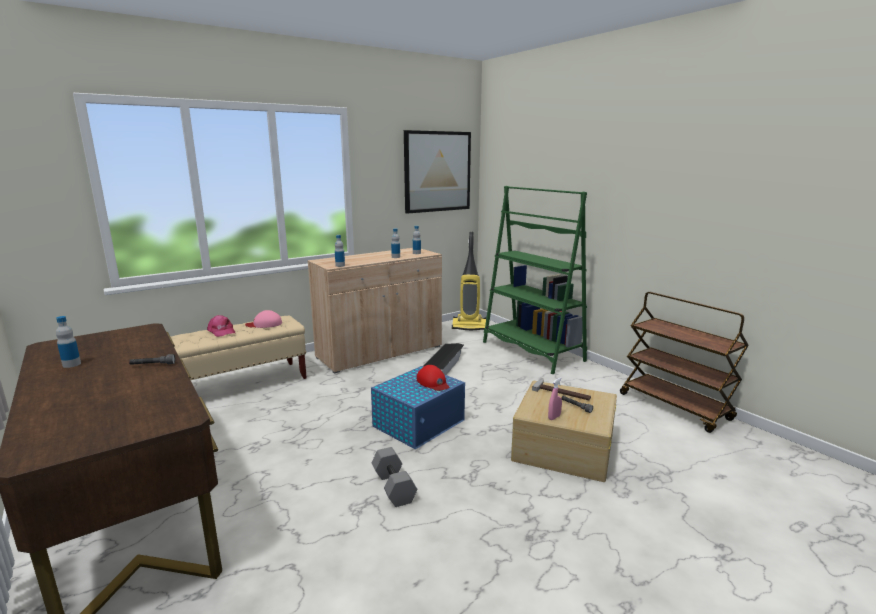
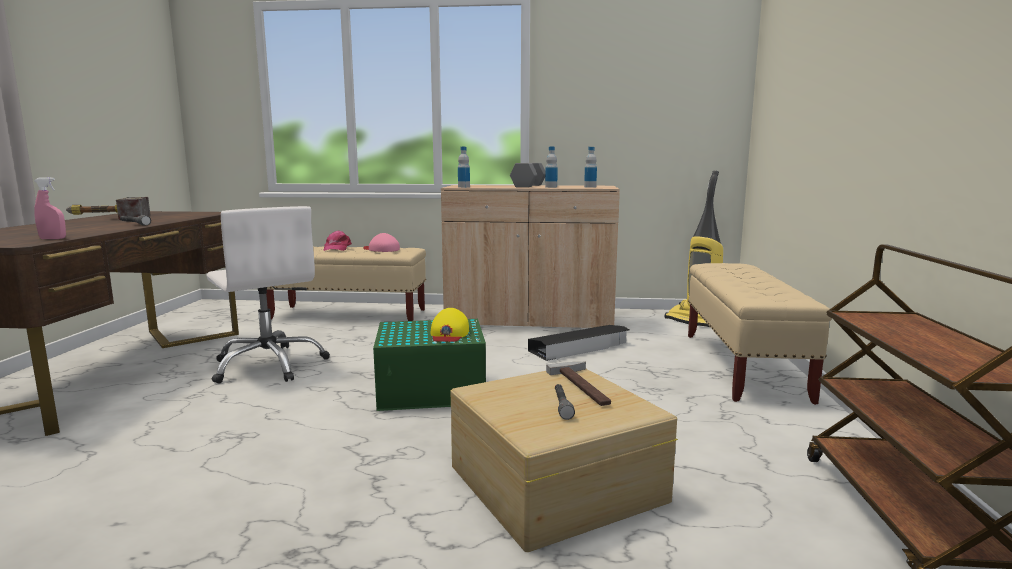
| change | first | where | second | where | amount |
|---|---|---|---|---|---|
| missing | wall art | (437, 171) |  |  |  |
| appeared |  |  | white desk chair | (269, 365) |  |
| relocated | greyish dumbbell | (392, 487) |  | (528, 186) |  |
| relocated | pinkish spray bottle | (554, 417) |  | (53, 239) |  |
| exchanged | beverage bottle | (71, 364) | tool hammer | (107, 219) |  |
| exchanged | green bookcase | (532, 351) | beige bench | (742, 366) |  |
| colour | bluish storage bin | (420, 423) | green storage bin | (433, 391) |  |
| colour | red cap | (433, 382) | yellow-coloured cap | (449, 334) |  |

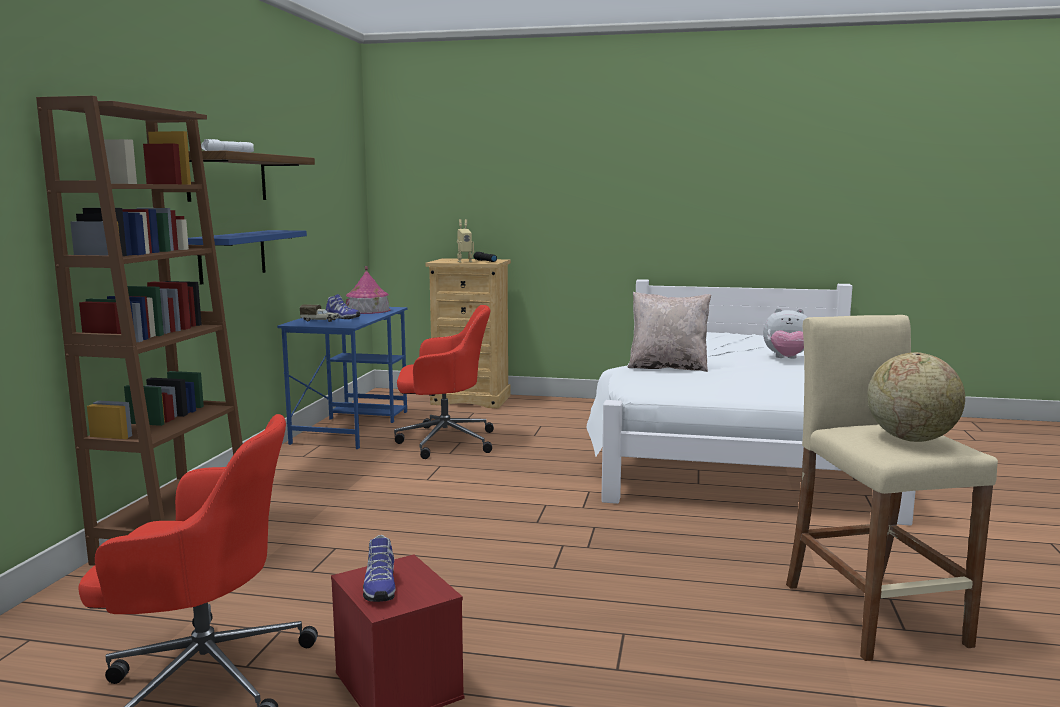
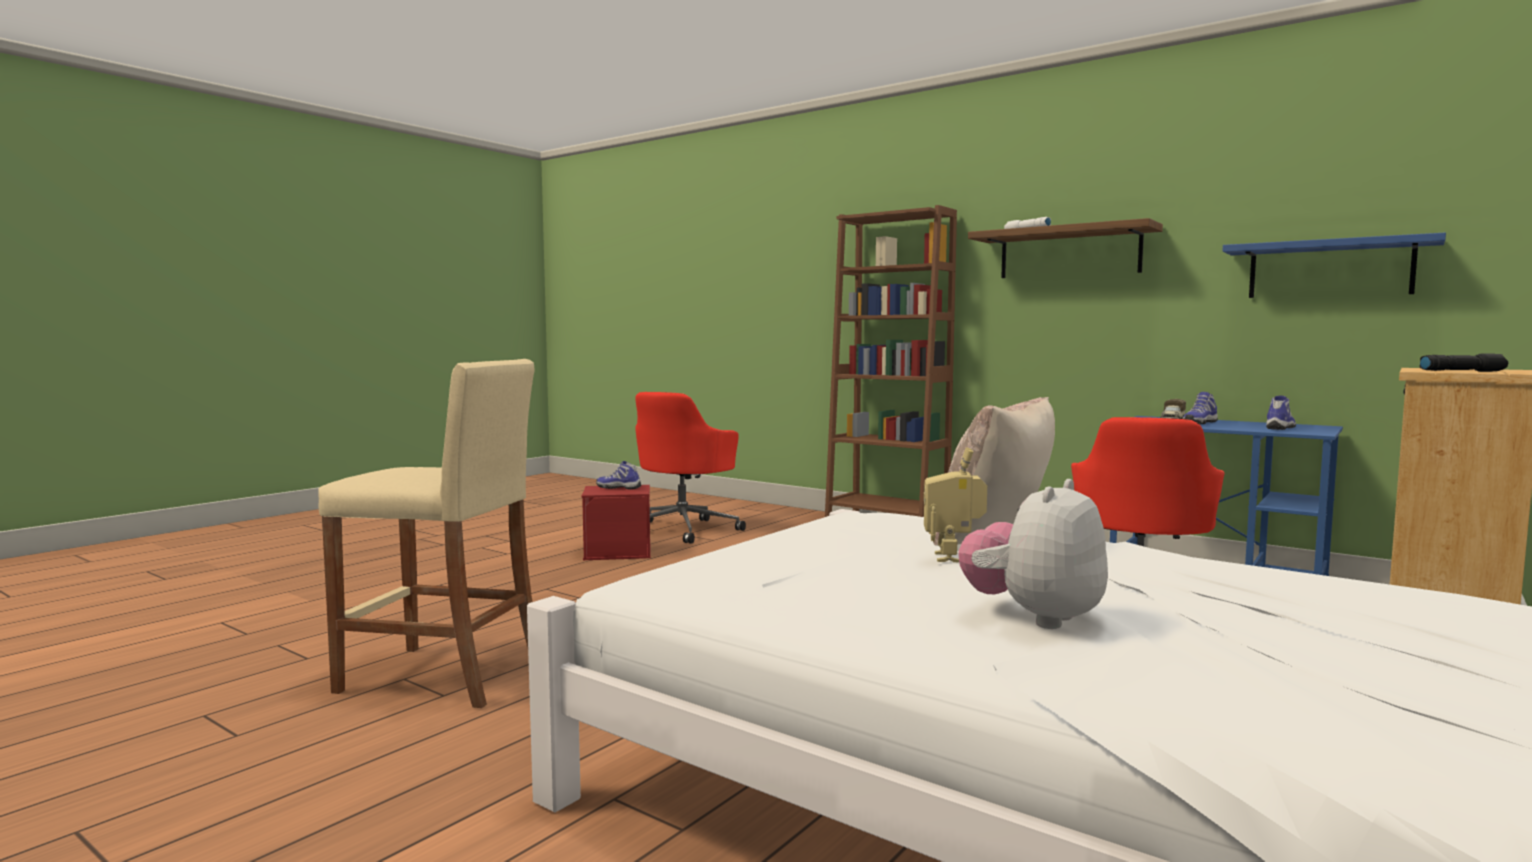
| change | first | where | second | where | amount |
|---|---|---|---|---|---|
| missing | world globe | (910, 439) |  |  |  |
| relocated | bluish shelf | (232, 256) |  | (1329, 269) |  |
| relocated | model robot | (464, 261) |  | (953, 557) |  |
| exchanged | toy house | (367, 310) | item of footwear | (1281, 428) |  |

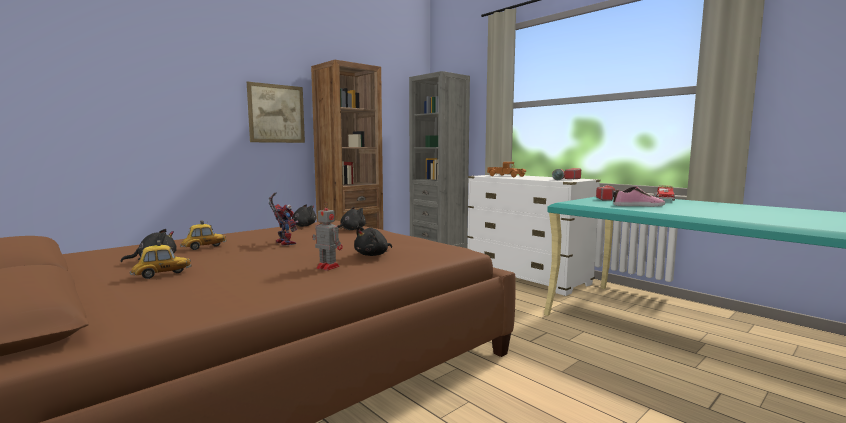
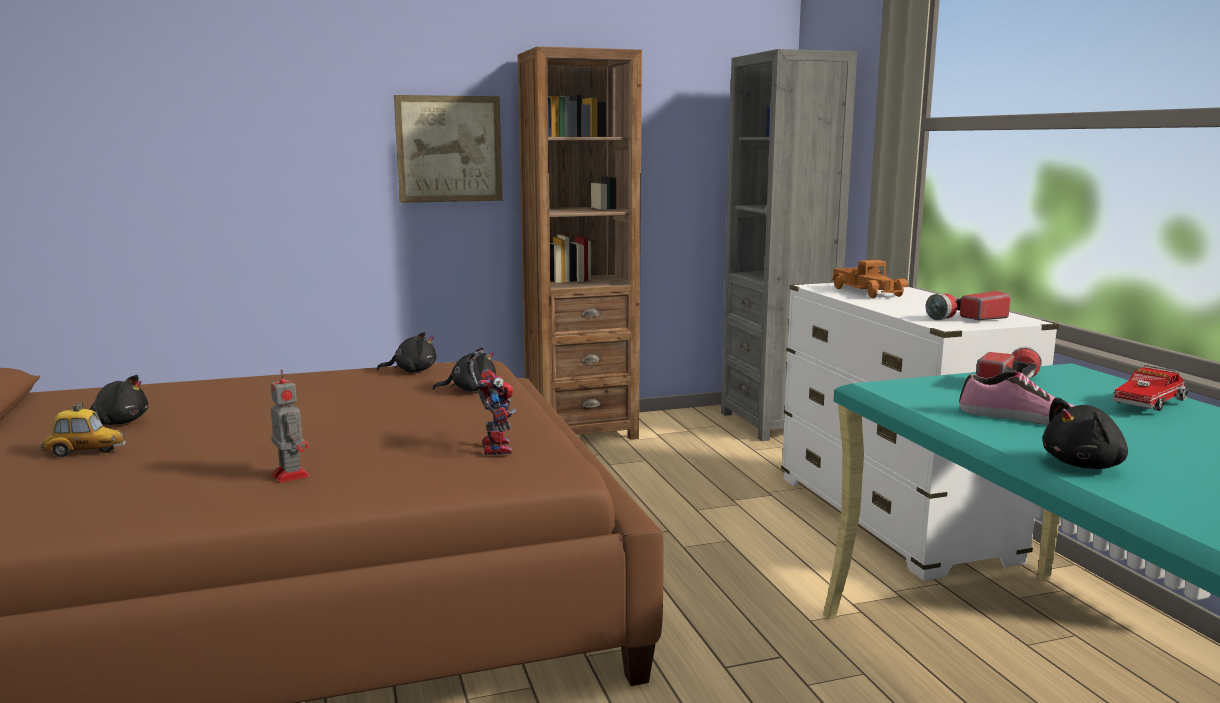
| change | first | where | second | where | amount |
|---|---|---|---|---|---|
| missing | miniature car | (204, 247) |  |  |  |
| relocated | model robot | (283, 243) |  | (492, 447) |  |
| relocated | black soft toy | (373, 255) |  | (1085, 465) |  |

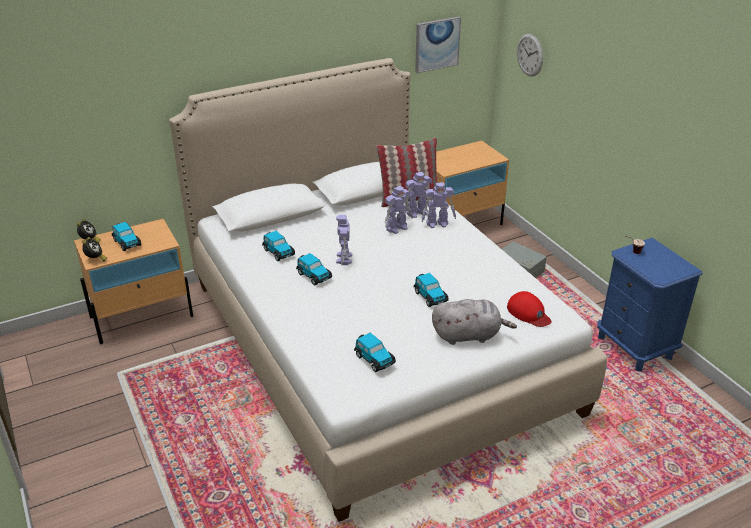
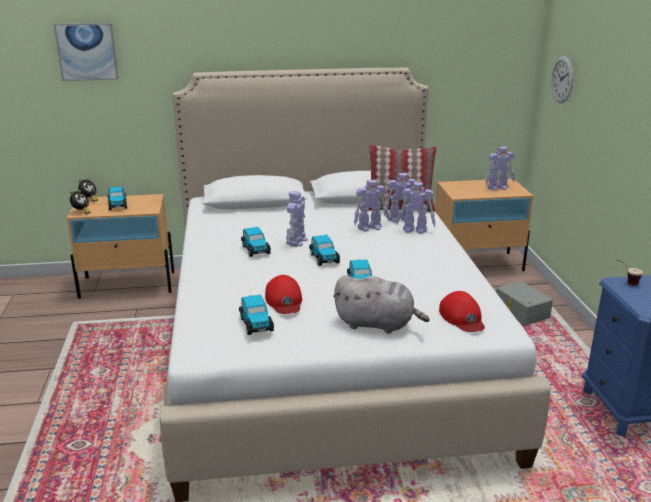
| change | first | where | second | where | amount |
|---|---|---|---|---|---|
| appeared |  |  | red cap | (284, 300) |  |
| appeared |  |  | model robot | (498, 187) |  |
| relocated | miniature car | (278, 252) |  | (324, 258) |  |
| relocated | wall art | (437, 44) |  | (87, 51) |  |

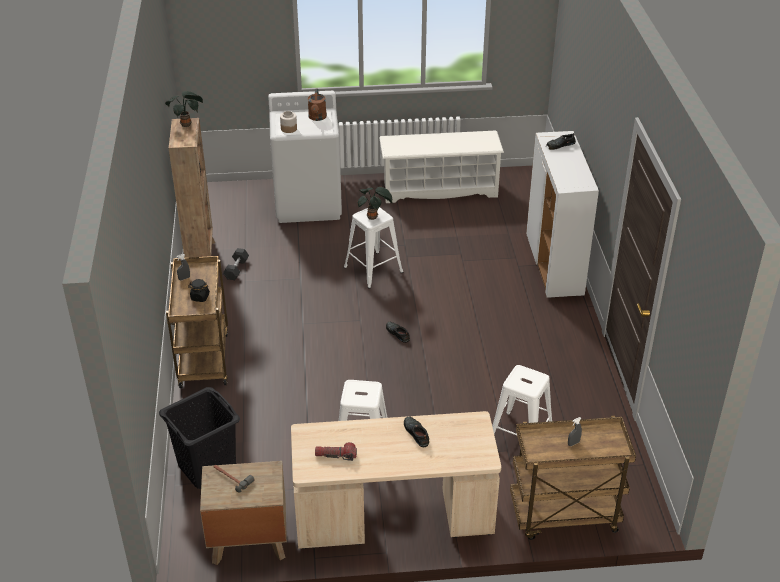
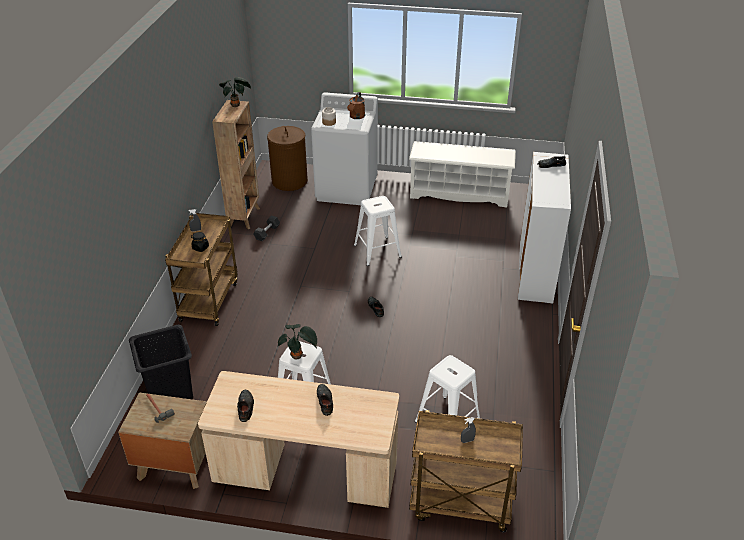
| change | first | where | second | where | amount |
|---|---|---|---|---|---|
| appeared |  |  | brown-coloured washing basket | (290, 181) |  |
| relocated | potted plant | (373, 217) |  | (298, 356) |  |
| exchanged | torch | (336, 455) | black item of footwear | (245, 407) |  |

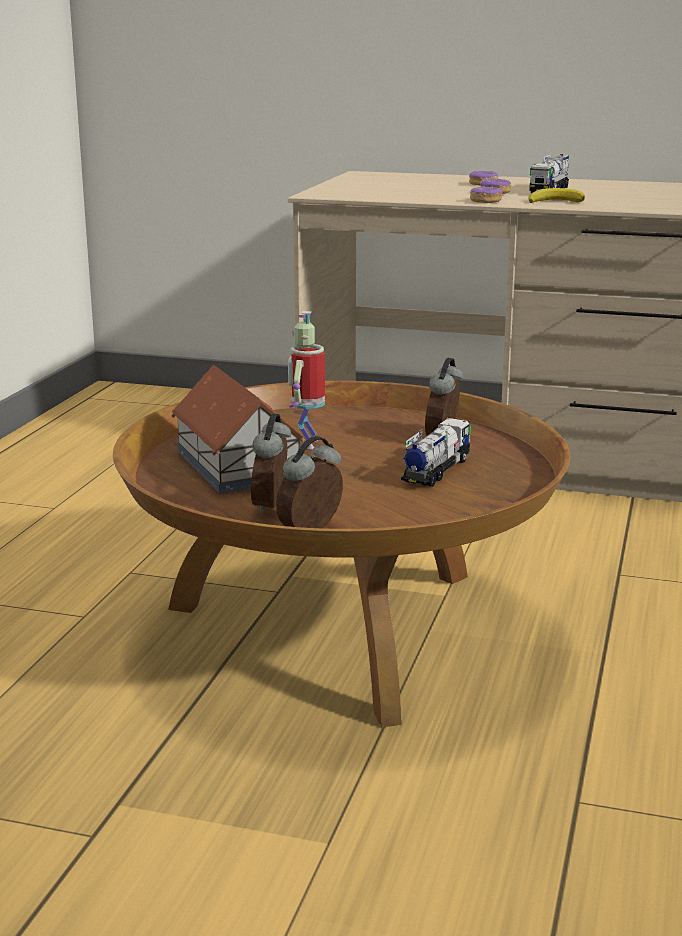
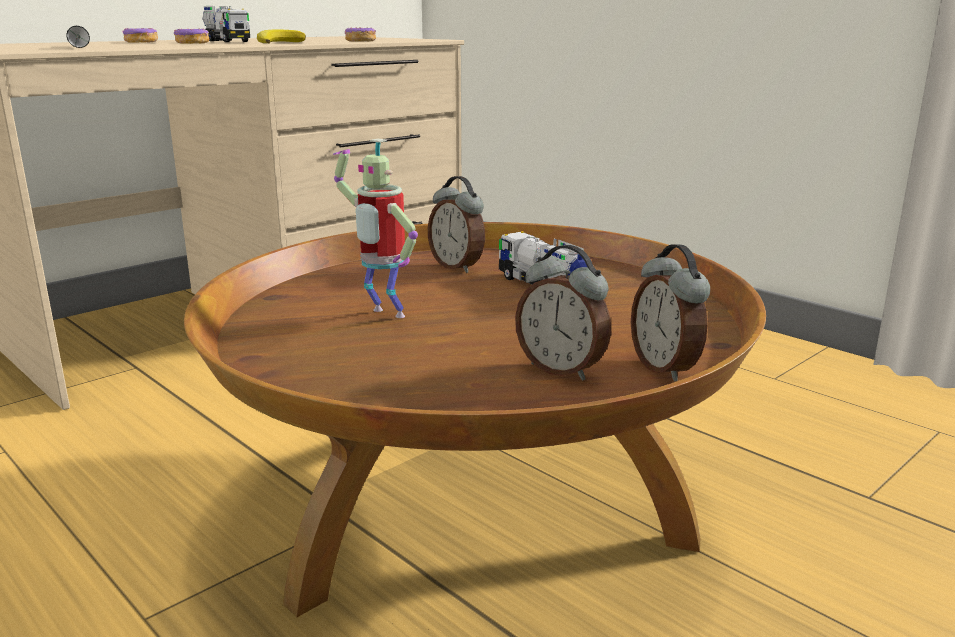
| change | first | where | second | where | amount |
|---|---|---|---|---|---|
| missing | toy house | (237, 465) |  |  |  |
| appeared |  |  | black torch | (79, 46) |  |
| relocated | doughnut | (485, 201) |  | (360, 41) |  |

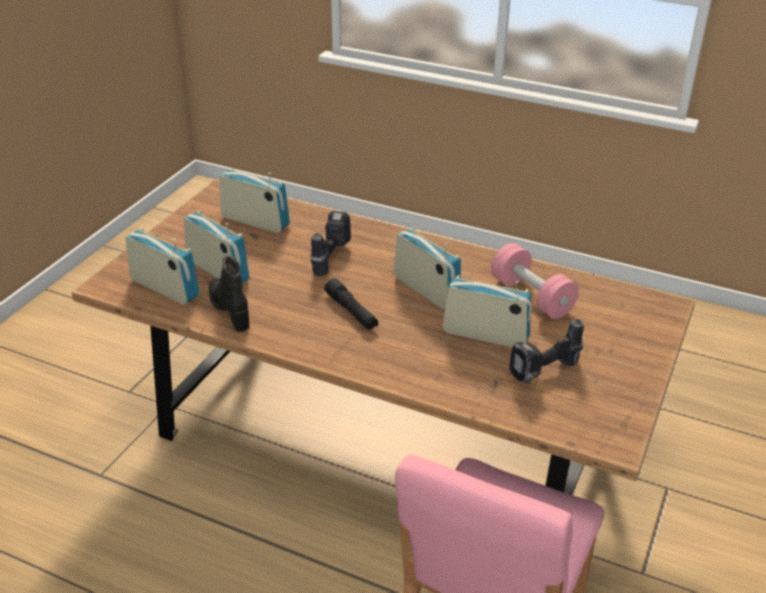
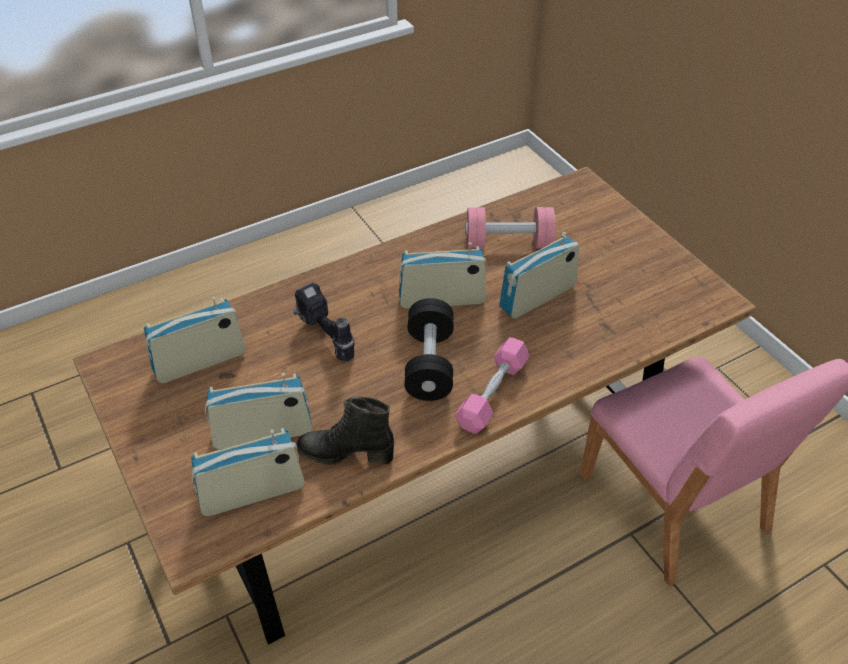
| change | first | where | second | where | amount |
|---|---|---|---|---|---|
| missing | electric drill | (545, 373) |  |  |  |
| appeared |  |  | pinkish dumbbell | (492, 394) |  |
| exchanged | black torch | (351, 311) | black dumbbell | (429, 364) |  |

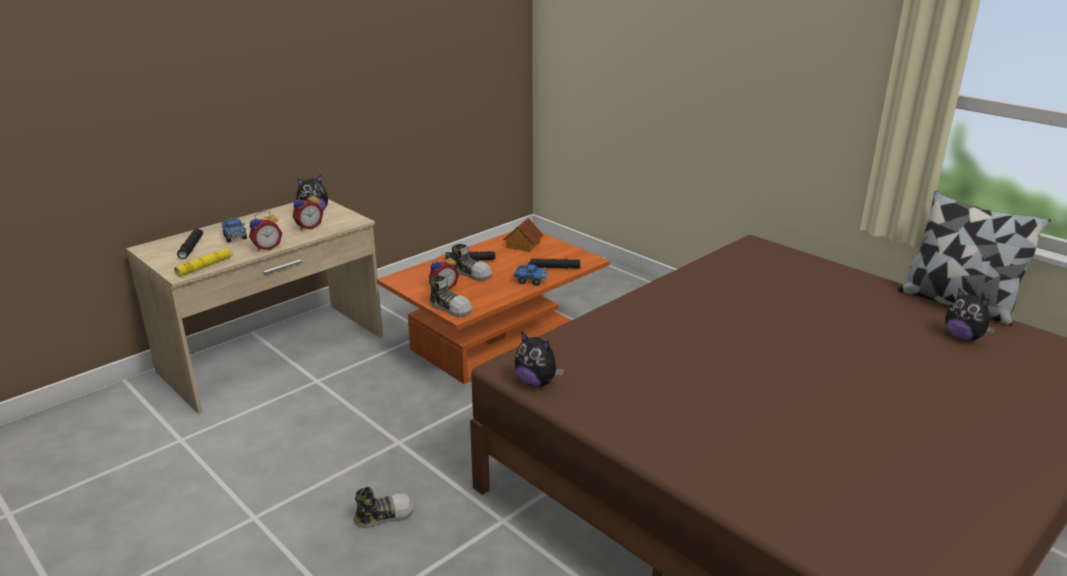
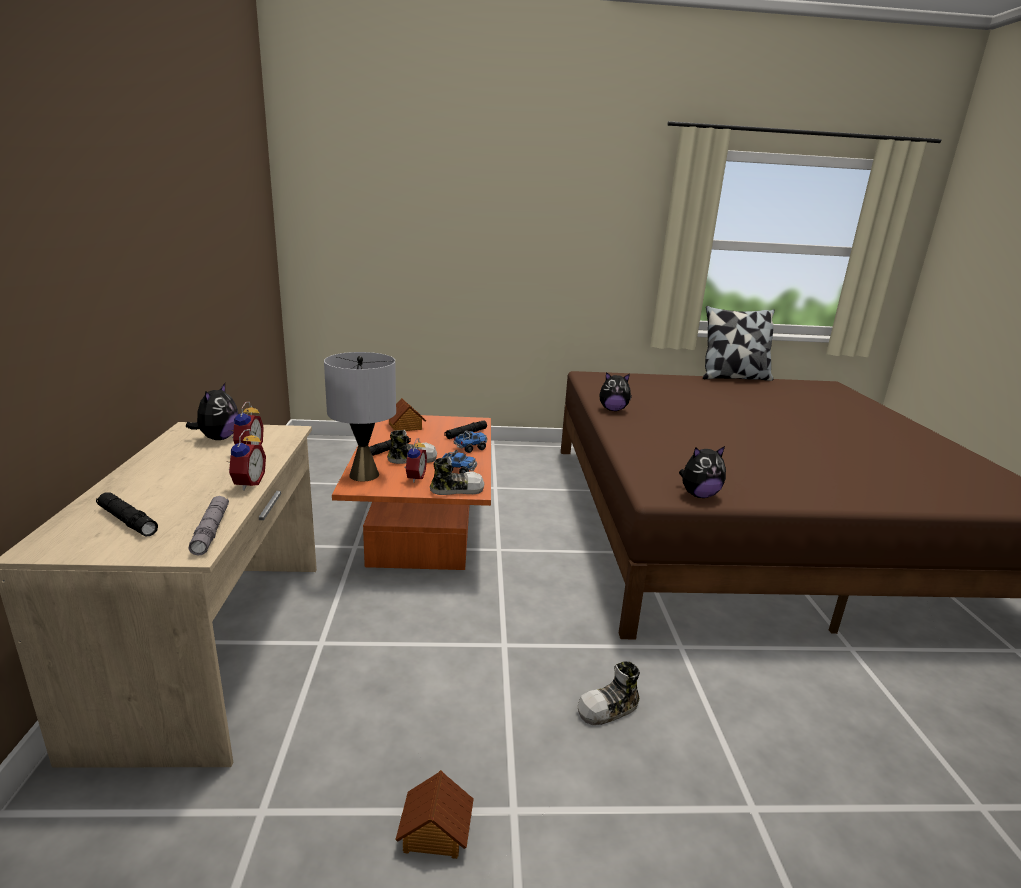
| change | first | where | second | where | amount |
|---|---|---|---|---|---|
| appeared |  |  | greyish lamp for a table | (363, 475) |  |
| appeared |  |  | toy house | (434, 832) |  |
| relocated | model truck | (235, 237) |  | (457, 471) |  |
| relocated | soft toy | (963, 337) |  | (613, 410) |  |
| colour | yellow-coloured torch | (205, 267) | greyish torch | (211, 531) |  |
| spun | item of footwear | (383, 515) |  | (609, 709) | 135 degrees counterclockwise |

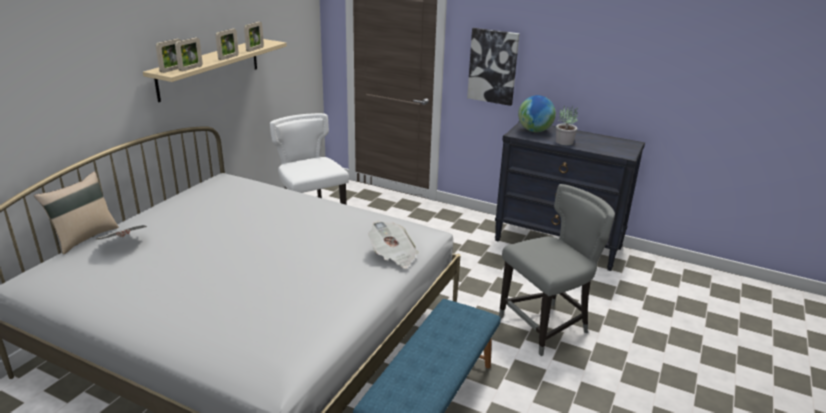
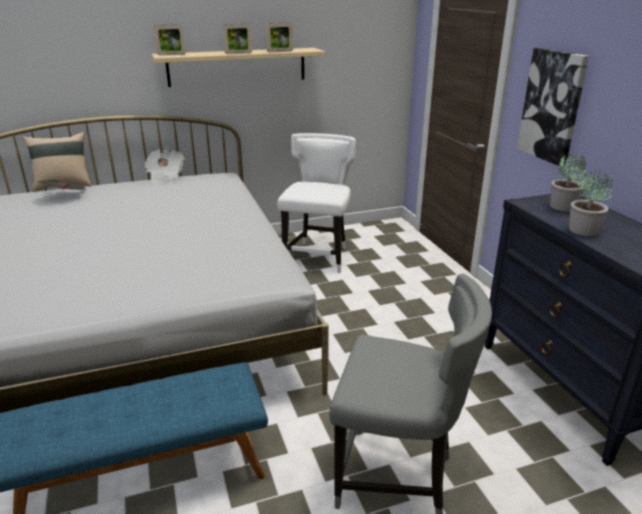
| change | first | where | second | where | amount |
|---|---|---|---|---|---|
| missing | picture frame | (191, 68) |  |  |  |
| relocated | daily paper | (393, 256) |  | (165, 175) |  |
| exchanged | world globe | (535, 131) | potted plant | (563, 206) |  |

